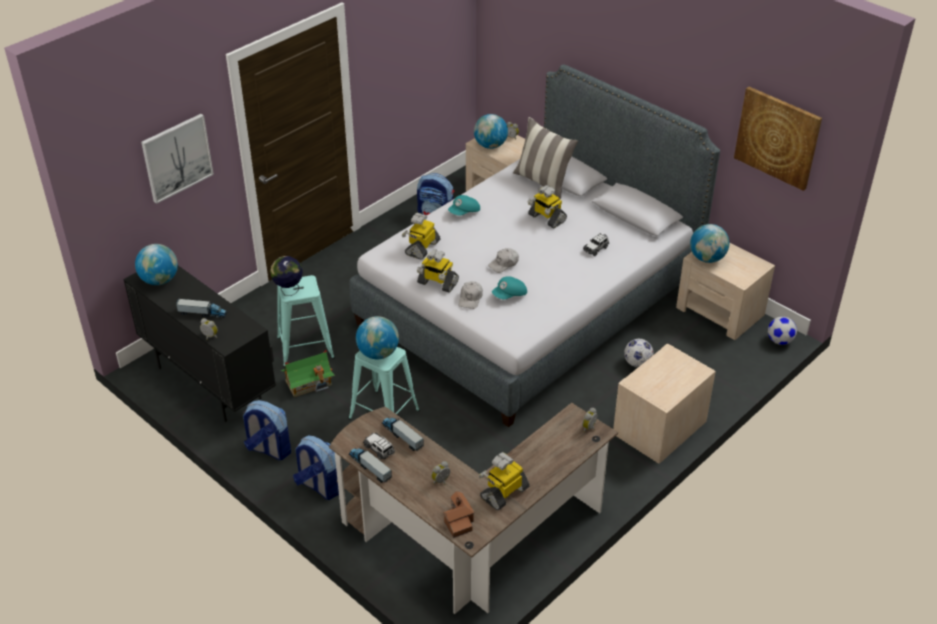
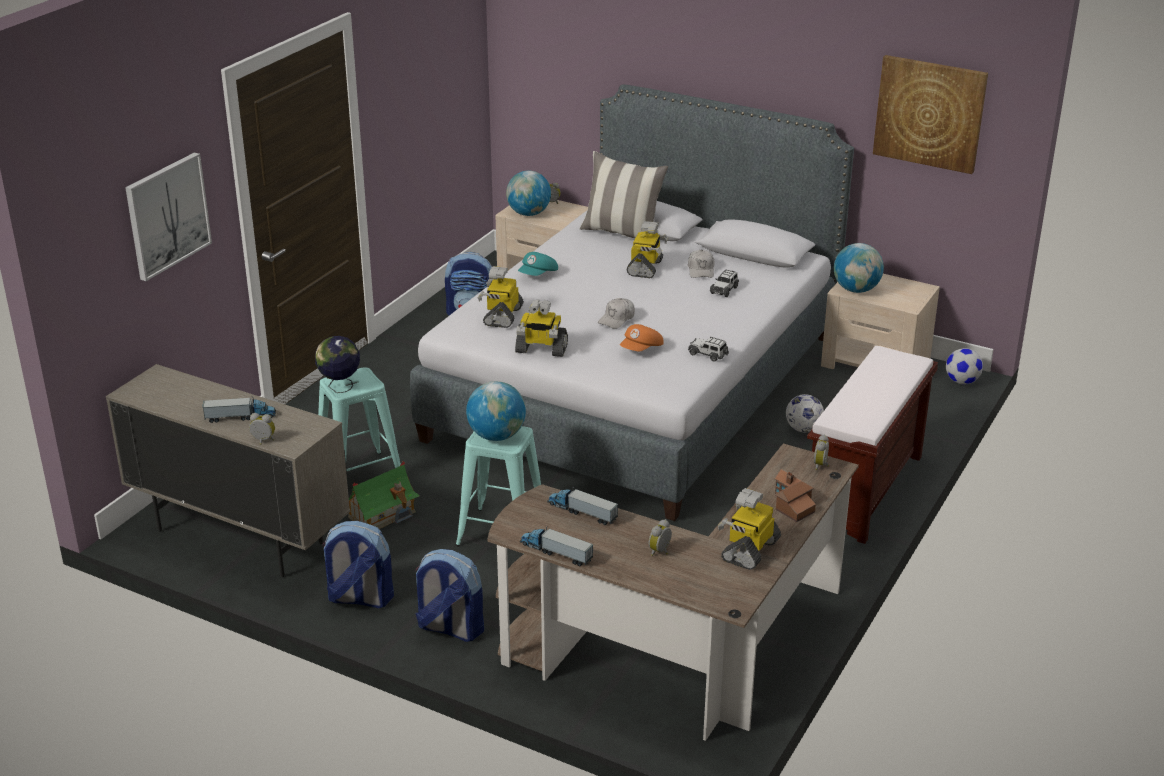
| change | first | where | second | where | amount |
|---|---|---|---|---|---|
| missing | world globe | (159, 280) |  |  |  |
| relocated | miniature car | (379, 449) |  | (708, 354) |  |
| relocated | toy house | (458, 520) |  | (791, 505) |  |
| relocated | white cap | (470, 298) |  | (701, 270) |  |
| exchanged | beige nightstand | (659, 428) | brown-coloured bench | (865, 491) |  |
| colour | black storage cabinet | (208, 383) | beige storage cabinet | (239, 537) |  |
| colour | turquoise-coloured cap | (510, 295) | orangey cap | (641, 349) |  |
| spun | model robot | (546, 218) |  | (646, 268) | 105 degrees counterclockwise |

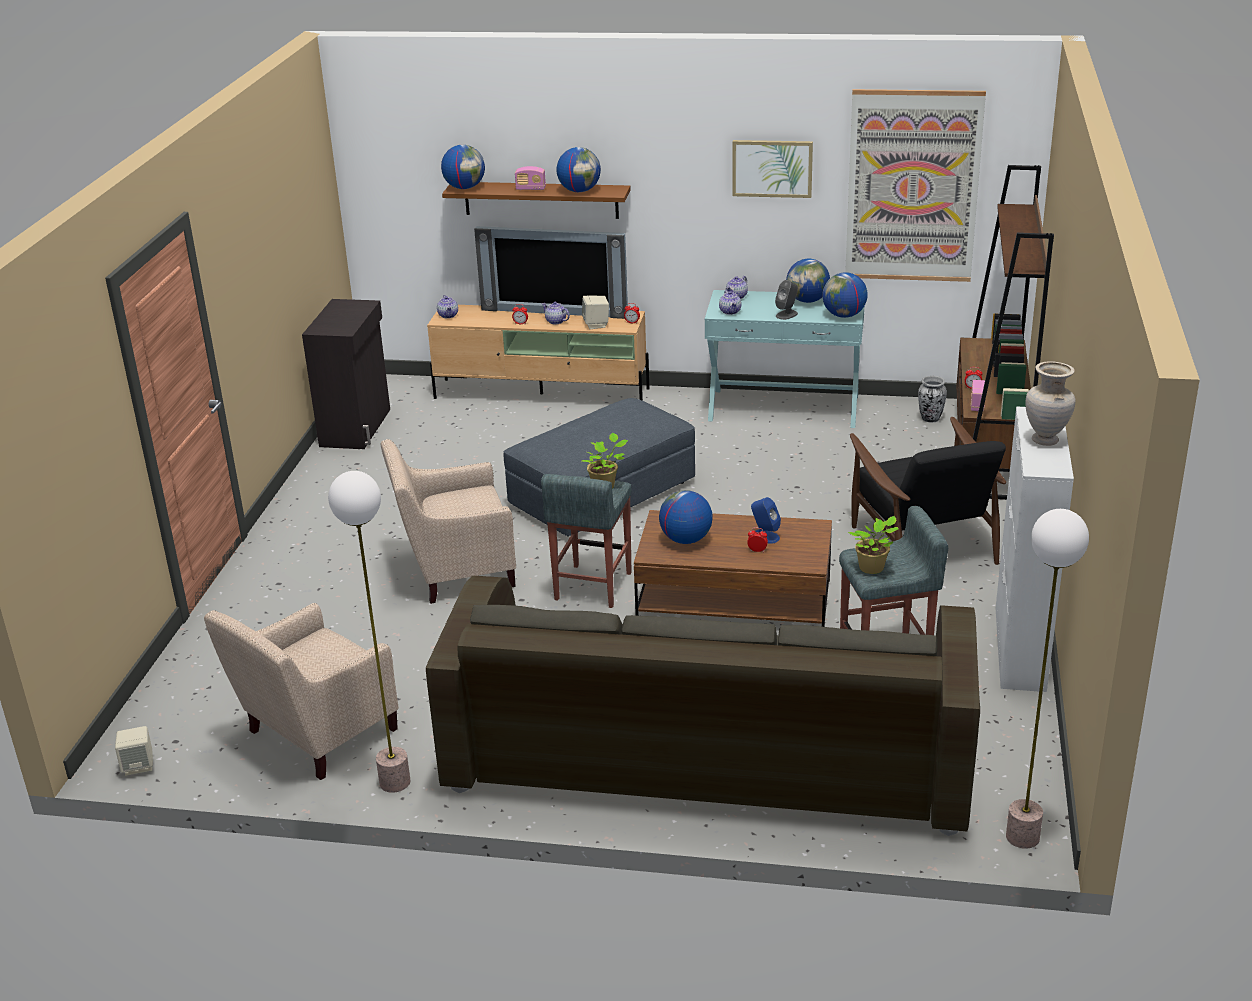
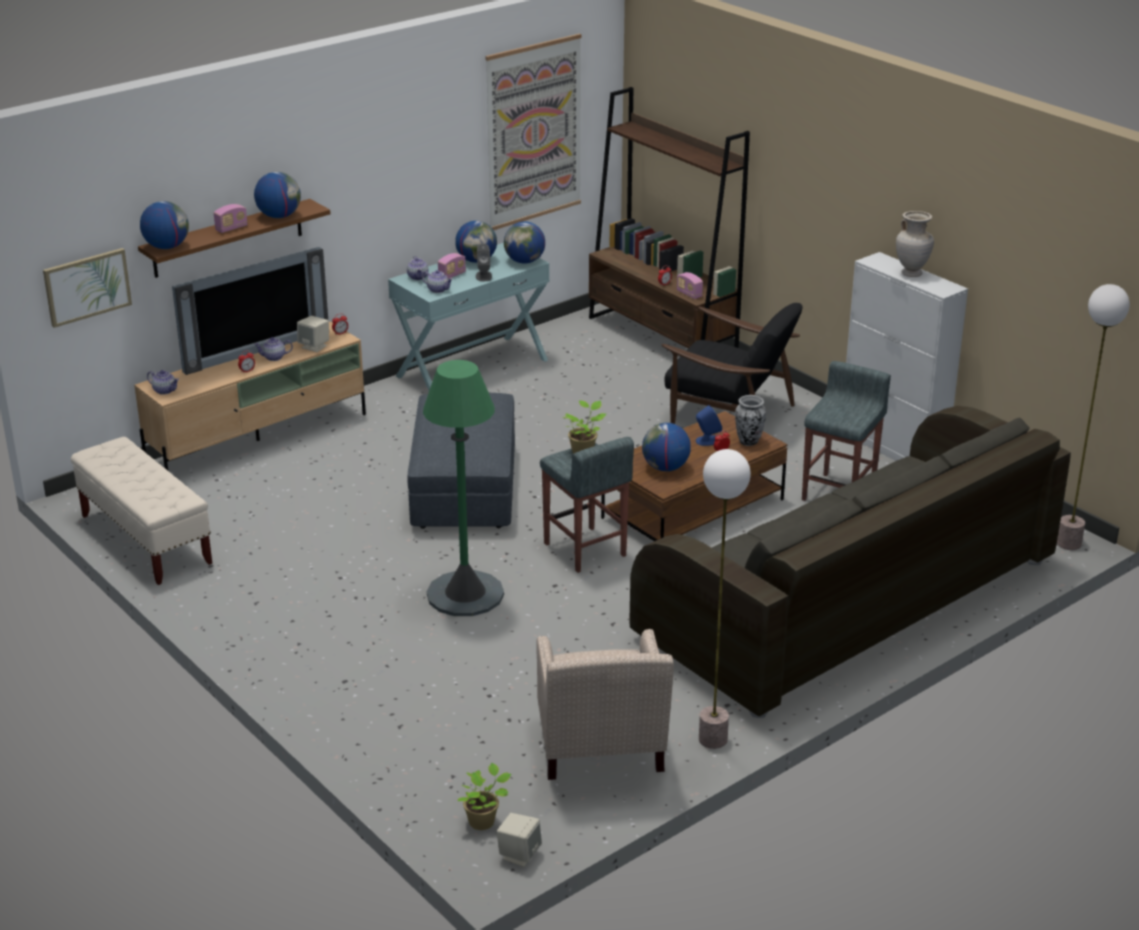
| change | first | where | second | where | amount |
|---|---|---|---|---|---|
| appeared |  |  | radio receiver | (452, 275) |  |
| relocated | wall art | (772, 168) |  | (87, 286) |  |
| relocated | potted plant | (873, 568) |  | (483, 821) |  |
| relocated | decorative vase | (930, 419) |  | (749, 442) |  |
| exchanged | black storage cabinet | (357, 427) | beige bench | (145, 540) |  |
| exchanged | beige armchair | (454, 570) | green standing lamp | (465, 594) |  |

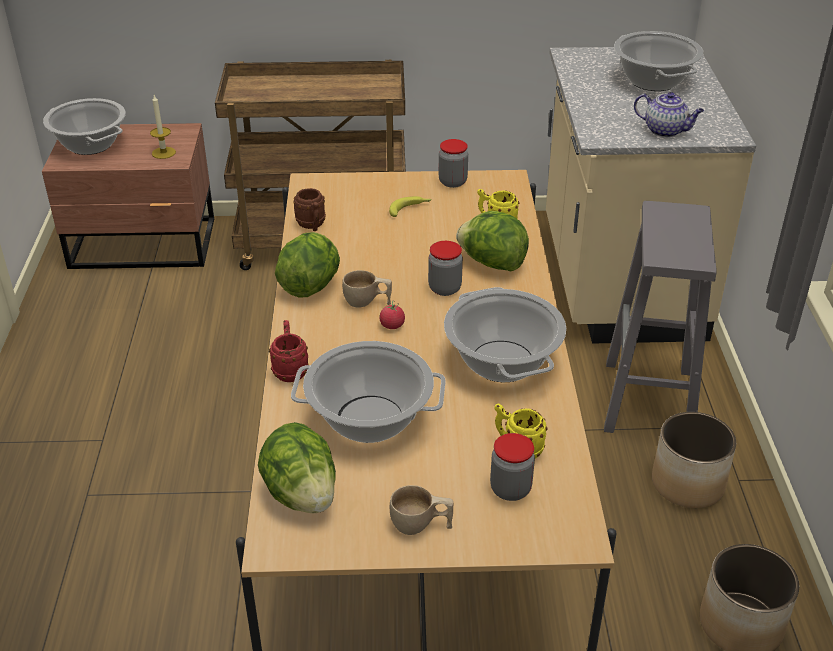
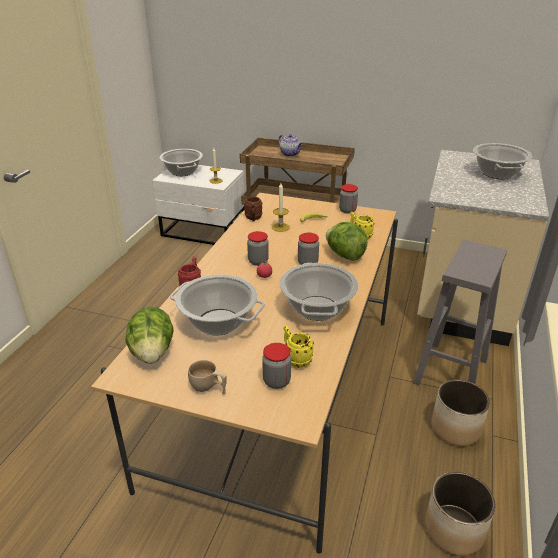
| change | first | where | second | where | amount |
|---|---|---|---|---|---|
| missing | lettuce | (310, 285) |  |  |  |
| appeared |  |  | candle | (280, 227) |  |
| relocated | pot for tea | (666, 131) |  | (290, 154) |  |
| exchanged | beige cup | (367, 302) | storage jar | (258, 261) |  |
| colour | brown-coloured nightstand | (145, 245) | white nightstand | (204, 232) |  |

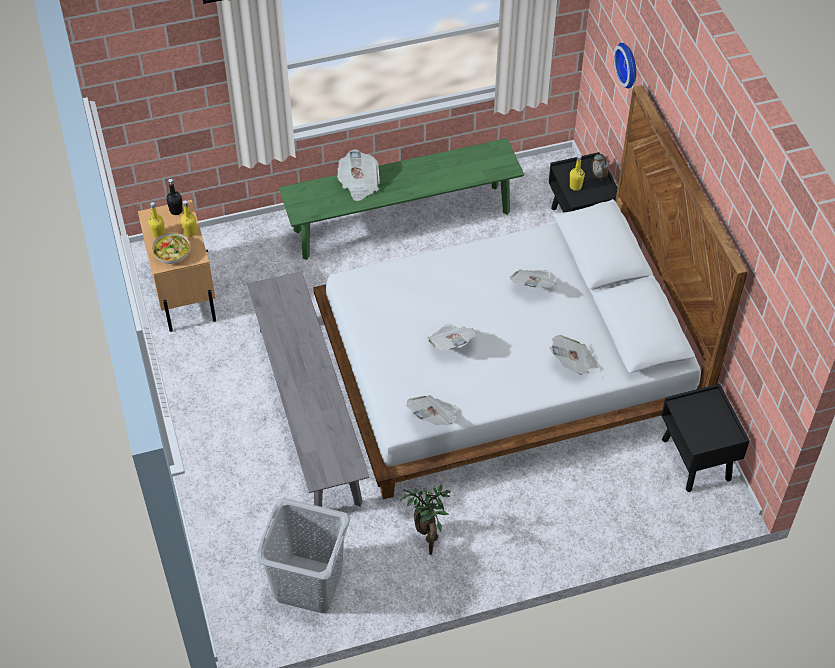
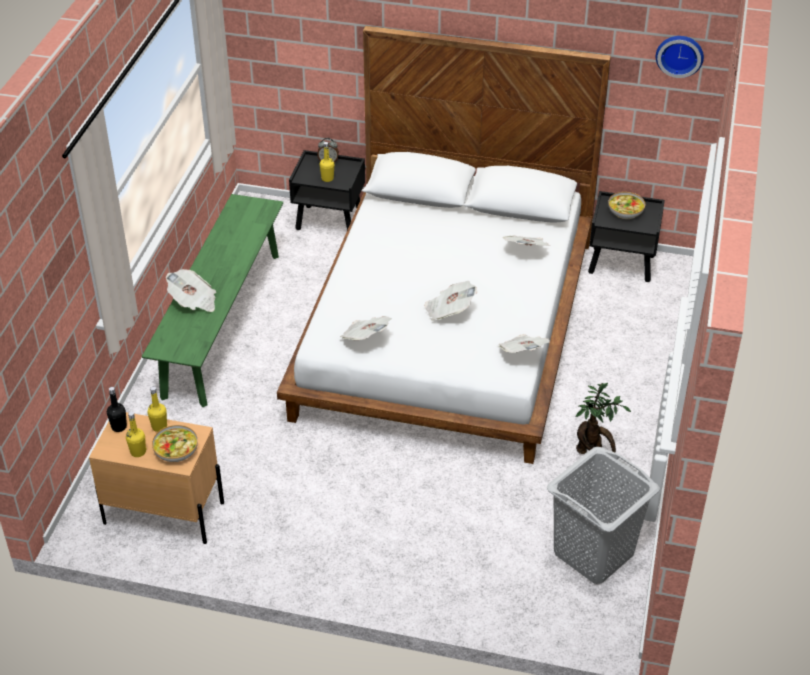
| change | first | where | second | where | amount |
|---|---|---|---|---|---|
| missing | greyish bench | (309, 414) |  |  |  |
| appeared |  |  | bowl | (626, 212) |  |
| relocated | daily paper | (533, 286) |  | (365, 338) |  |
| relocated | hanging clock | (629, 64) |  | (679, 54) |  |

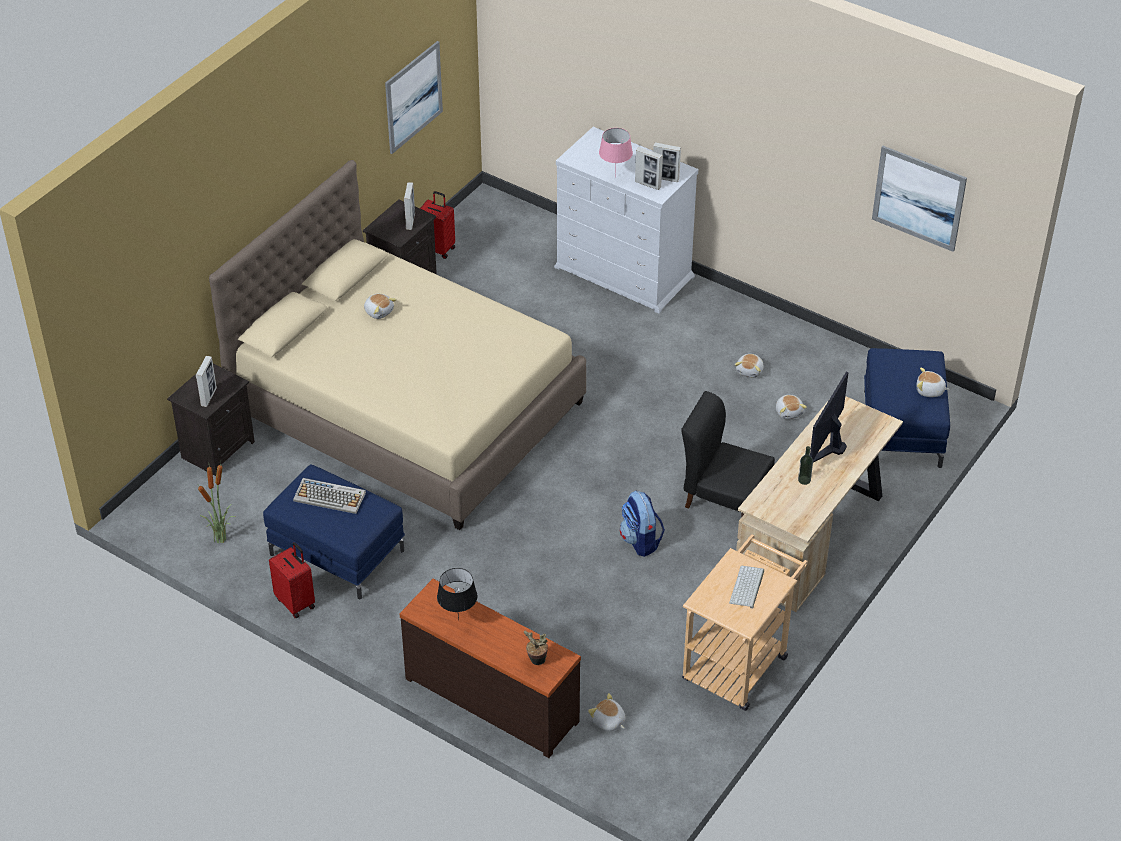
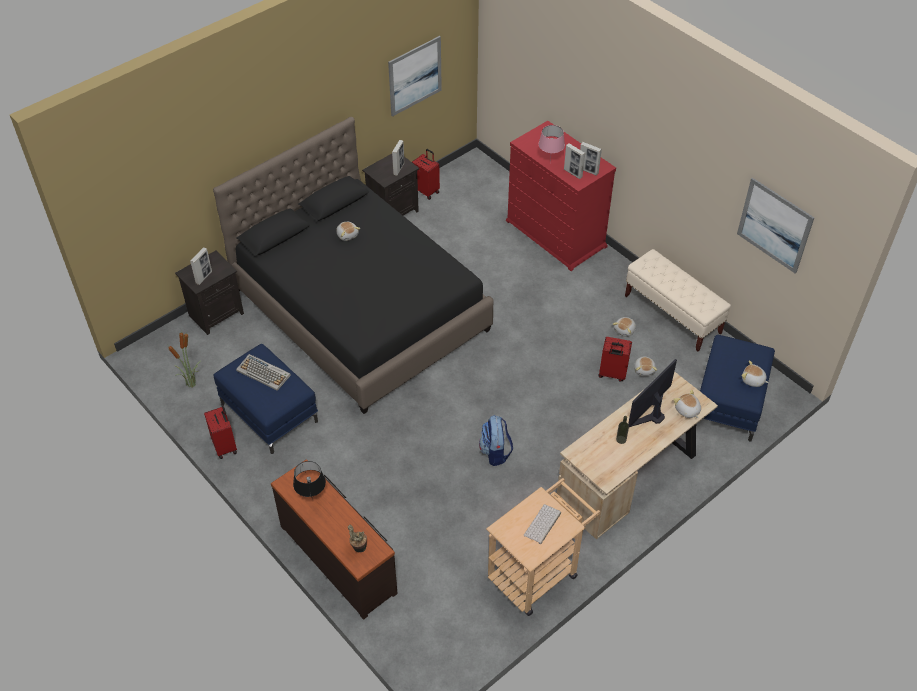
| change | first | where | second | where | amount |
|---|---|---|---|---|---|
| missing | black plain chair | (724, 497) |  |  |  |
| appeared |  |  | red travel case | (612, 374) |  |
| appeared |  |  | beige bench | (672, 315) |  |
| relocated | soft toy | (608, 721) |  | (687, 410) |  |
| colour | beige bedroom bed | (407, 407) | black bedroom bed | (361, 309) |  |
| colour | white dresser | (624, 272) | red dresser | (556, 234) |  |

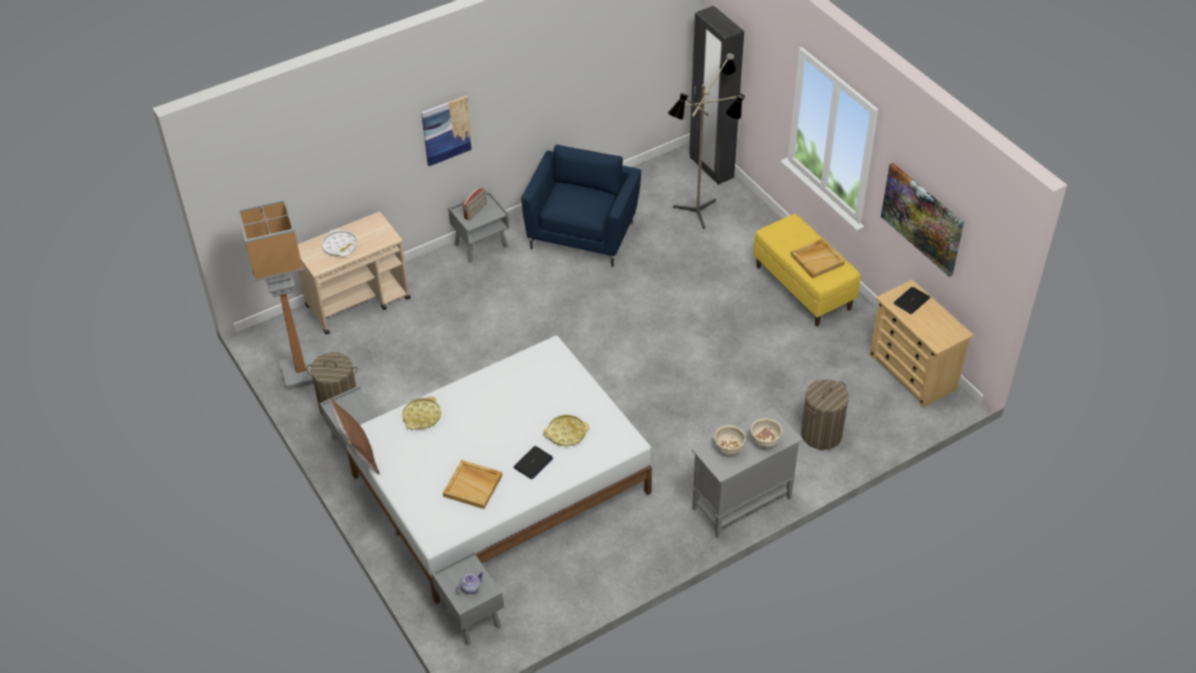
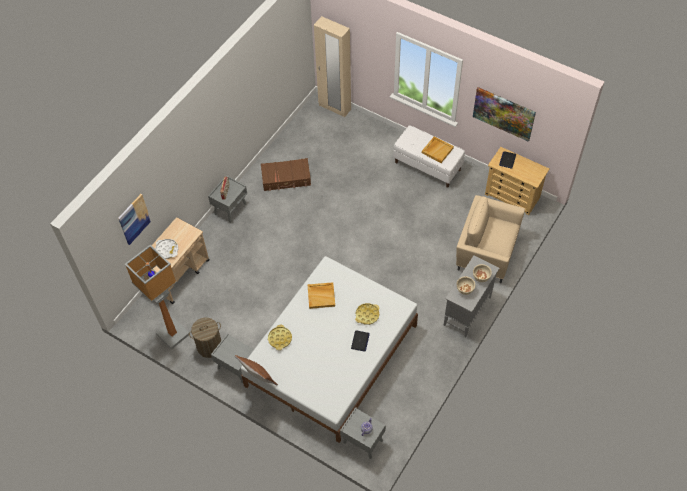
| change | first | where | second | where | amount |
|---|---|---|---|---|---|
| missing | standing lamp | (701, 214) |  |  |  |
| relocated | wall art | (446, 130) |  | (134, 219) |  |
| relocated | beige serving tray | (473, 485) |  | (321, 296) |  |
| exchanged | bluish armchair | (583, 234) | brown-coloured travel case | (286, 178) |  |
| exchanged | washing basket | (821, 434) | beige armchair | (485, 252) |  |
| colour | black wardrobe | (711, 168) | beige wardrobe | (334, 107) |  |
| colour | yellow-coloured bench | (803, 287) | white bench | (428, 166) |  |

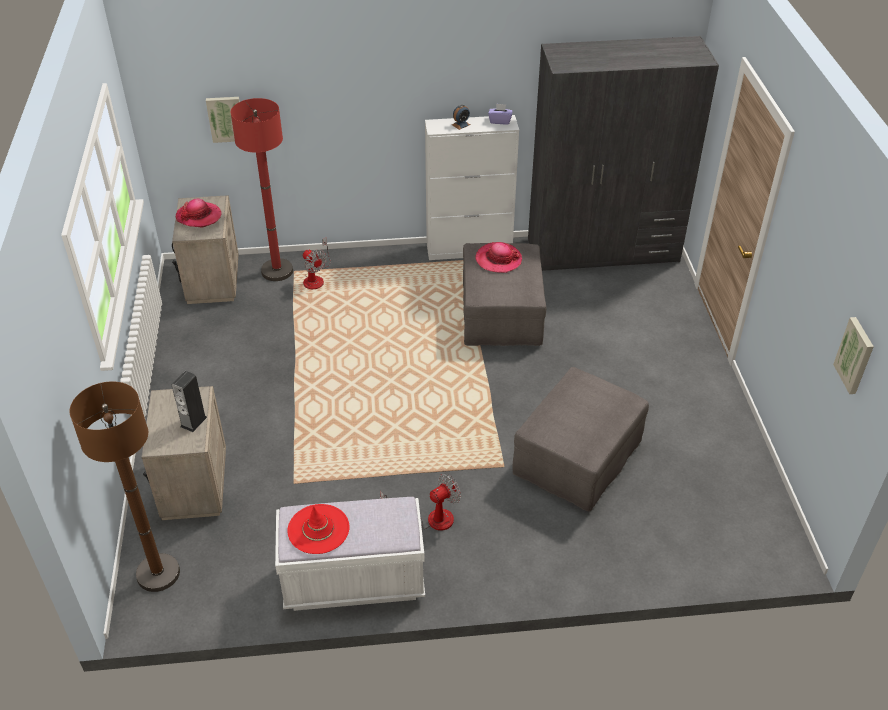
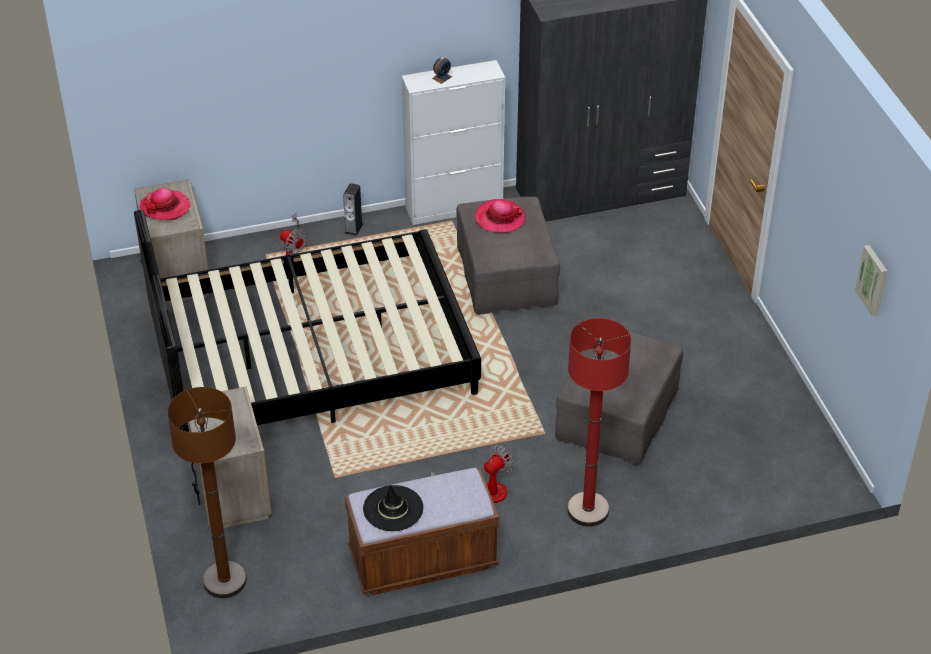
| change | first | where | second | where | amount |
|---|---|---|---|---|---|
| missing | wall art | (225, 118) |  |  |  |
| missing | purple-coloured tissue holder | (500, 121) |  |  |  |
| appeared |  |  | black bedroom bed | (311, 356) |  |
| relocated | audio speaker | (193, 421) |  | (353, 228) |  |
| relocated | red standing lamp | (277, 271) |  | (588, 510) |  |
| colour | white bench | (353, 580) | brown-coloured bench | (422, 560) |  |
| colour | red clothing hat | (318, 529) | black clothing hat | (393, 509) |  |

